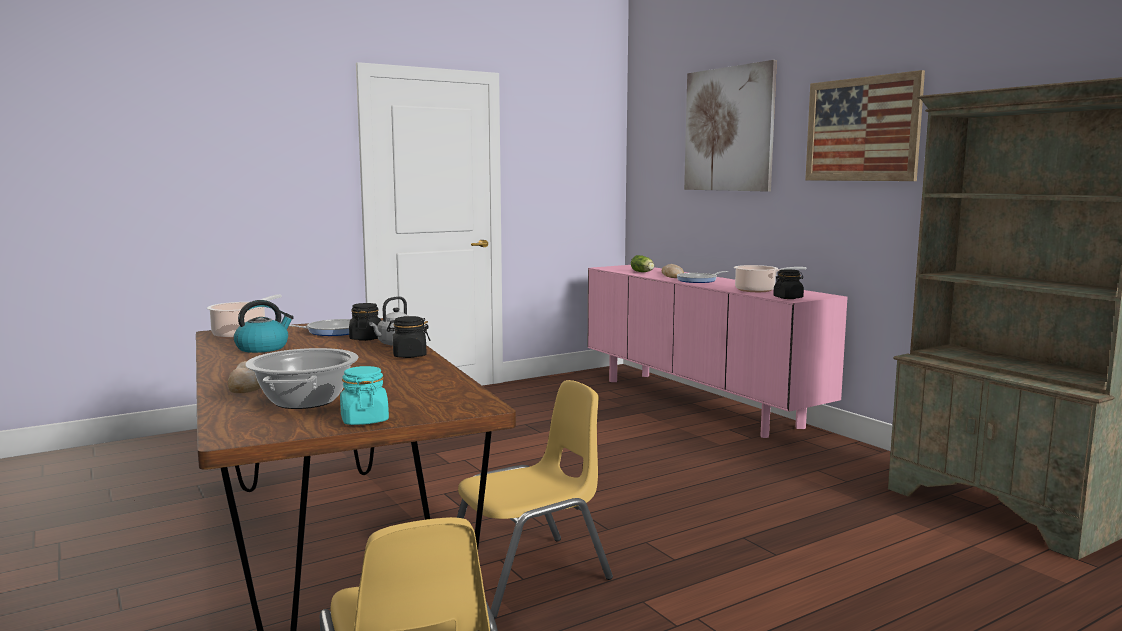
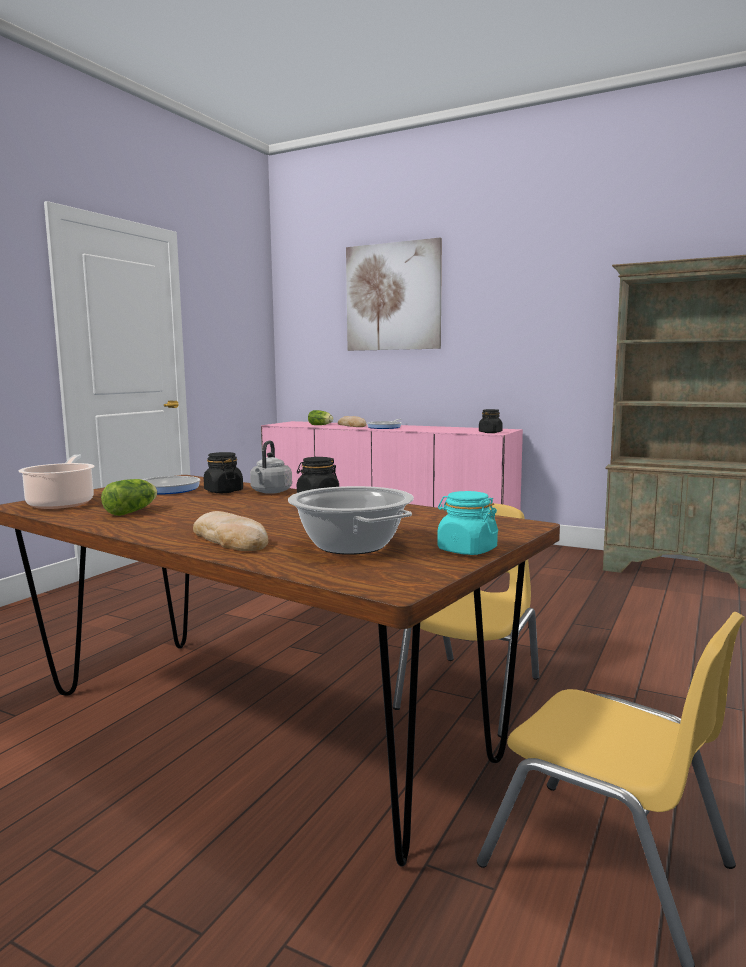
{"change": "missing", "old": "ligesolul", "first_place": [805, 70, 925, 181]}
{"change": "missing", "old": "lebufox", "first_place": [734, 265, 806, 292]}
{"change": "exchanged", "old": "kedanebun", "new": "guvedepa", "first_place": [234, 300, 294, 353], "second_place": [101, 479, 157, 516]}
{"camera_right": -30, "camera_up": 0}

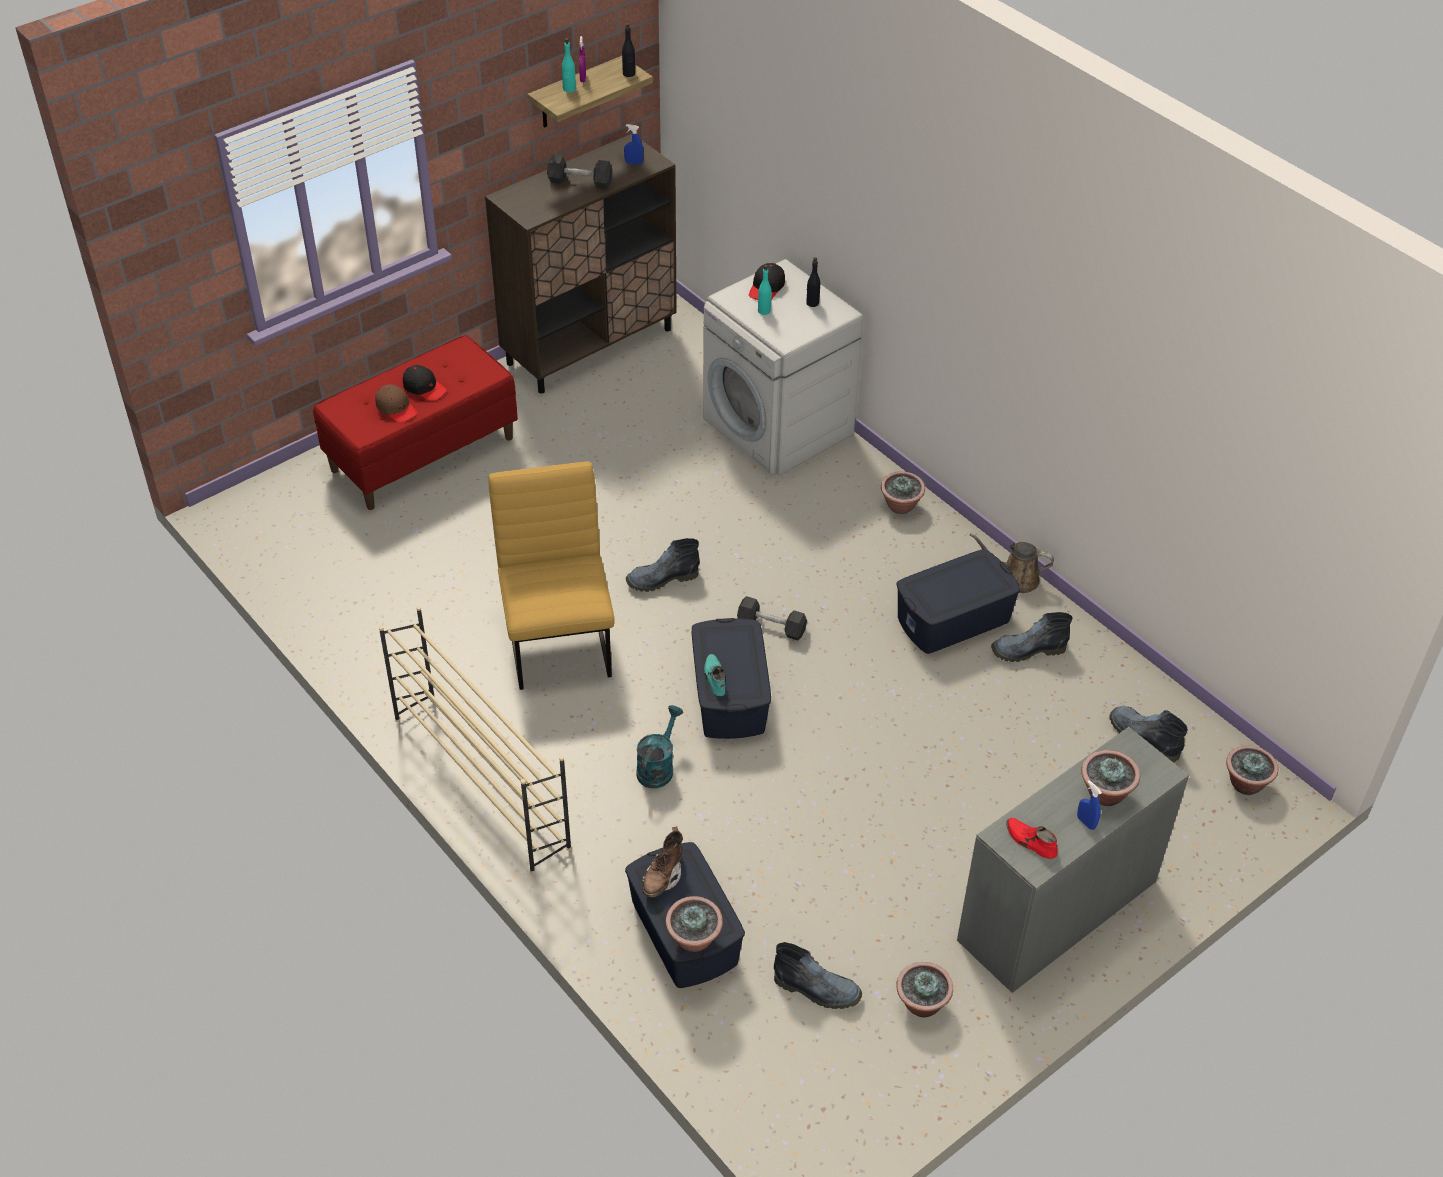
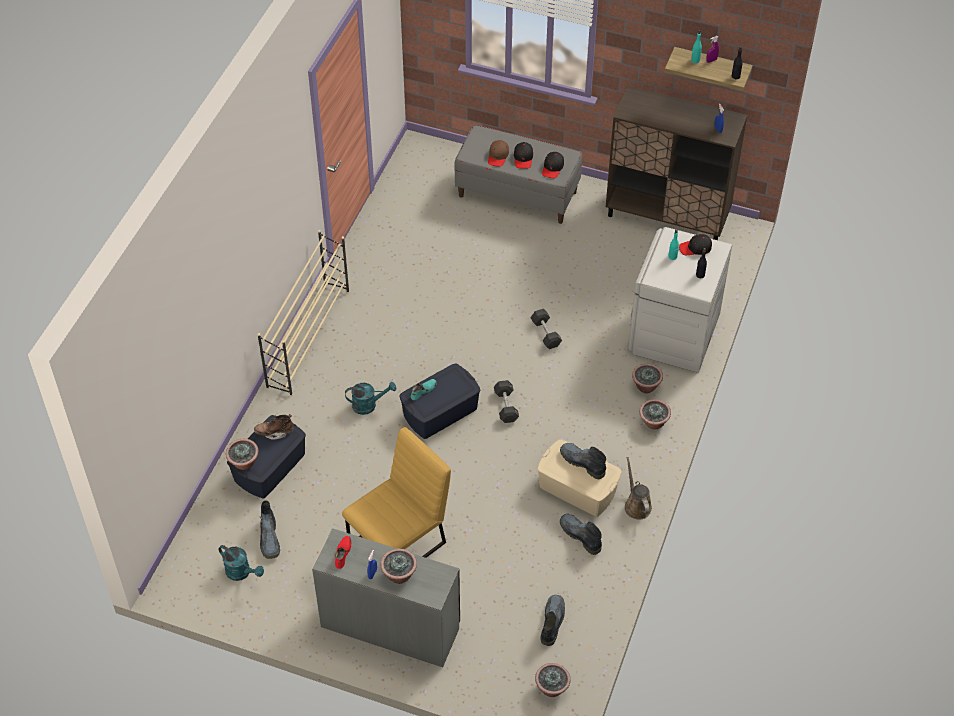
{"change": "relocated", "old": "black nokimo", "first_place": [547, 155, 613, 189], "second_place": [530, 309, 562, 349]}
{"change": "colour", "old": "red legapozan", "new": "grey legapozan", "first_place": [313, 335, 518, 510], "second_place": [454, 125, 582, 224]}
{"change": "relocated", "old": "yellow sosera", "first_place": [488, 461, 615, 690], "second_place": [342, 427, 451, 558]}
{"change": "relocated", "old": "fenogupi", "first_place": [626, 538, 700, 592], "second_place": [560, 443, 606, 479]}
{"change": "colour", "old": "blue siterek", "new": "beige siterek", "first_place": [897, 549, 1020, 654], "second_place": [537, 439, 622, 517]}
{"change": "relocated", "old": "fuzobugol", "first_place": [896, 962, 953, 1017], "second_place": [632, 364, 663, 393]}
{"change": "appeared", "new": "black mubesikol", "second_place": [542, 152, 564, 178]}
{"change": "appeared", "new": "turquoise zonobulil", "second_place": [218, 545, 264, 581]}
{"camera_right": 60, "camera_up": 5}

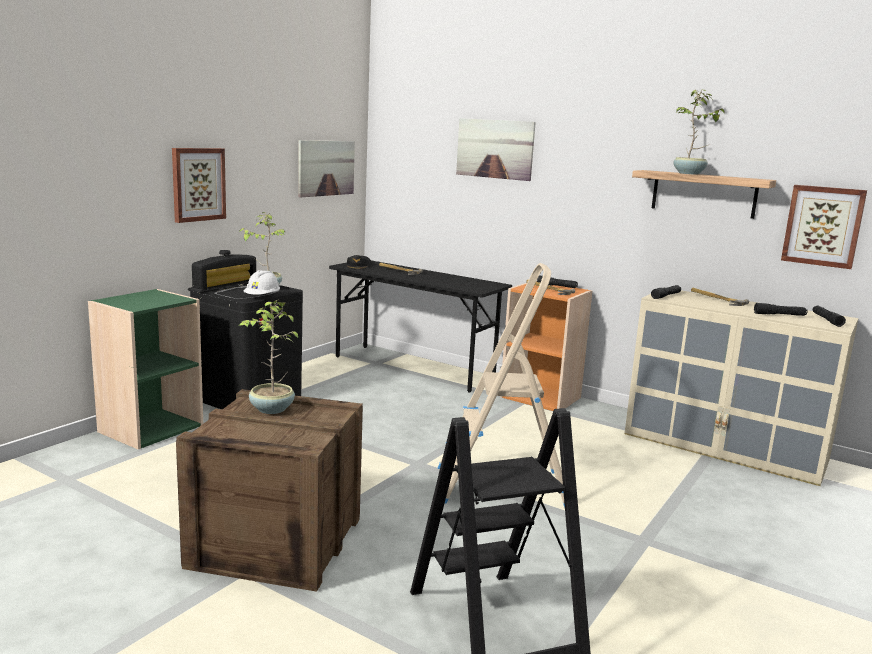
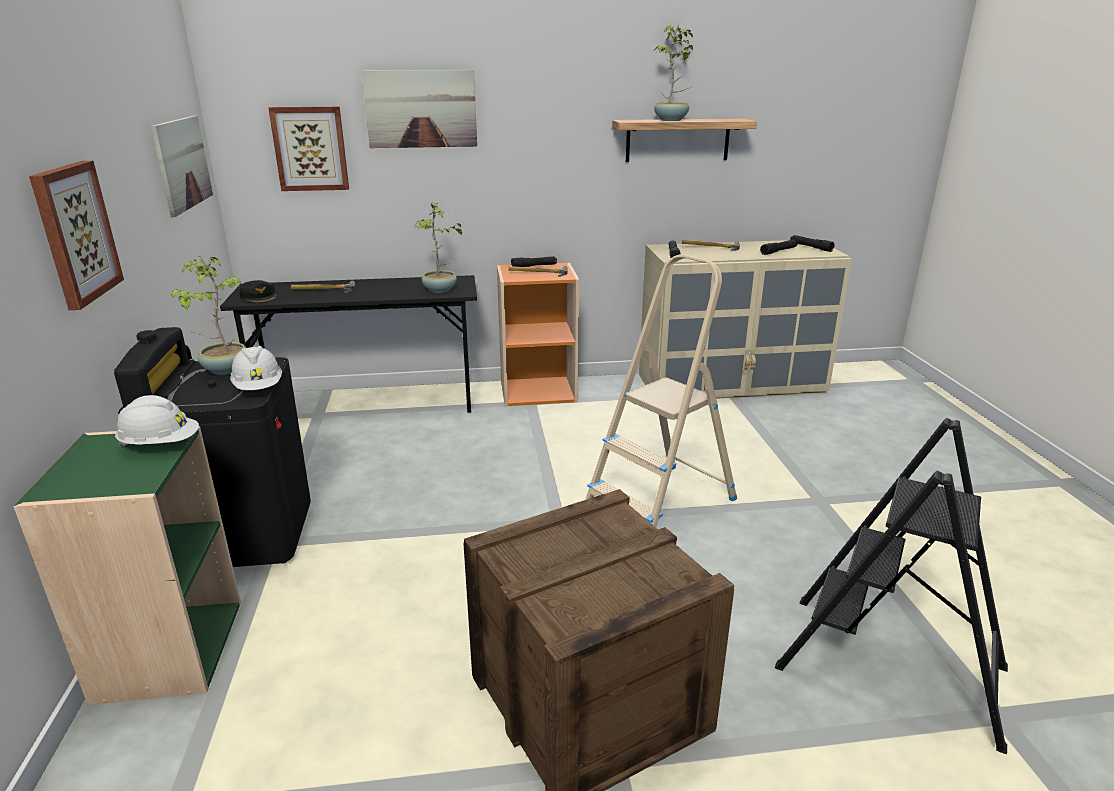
{"change": "relocated", "old": "ligesolul", "first_place": [781, 185, 867, 269], "second_place": [268, 107, 349, 191]}
{"change": "relocated", "old": "fuzobugol", "first_place": [238, 300, 298, 414], "second_place": [414, 202, 462, 293]}
{"change": "appeared", "new": "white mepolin", "second_place": [115, 395, 199, 446]}
{"camera_right": -40, "camera_up": 10}

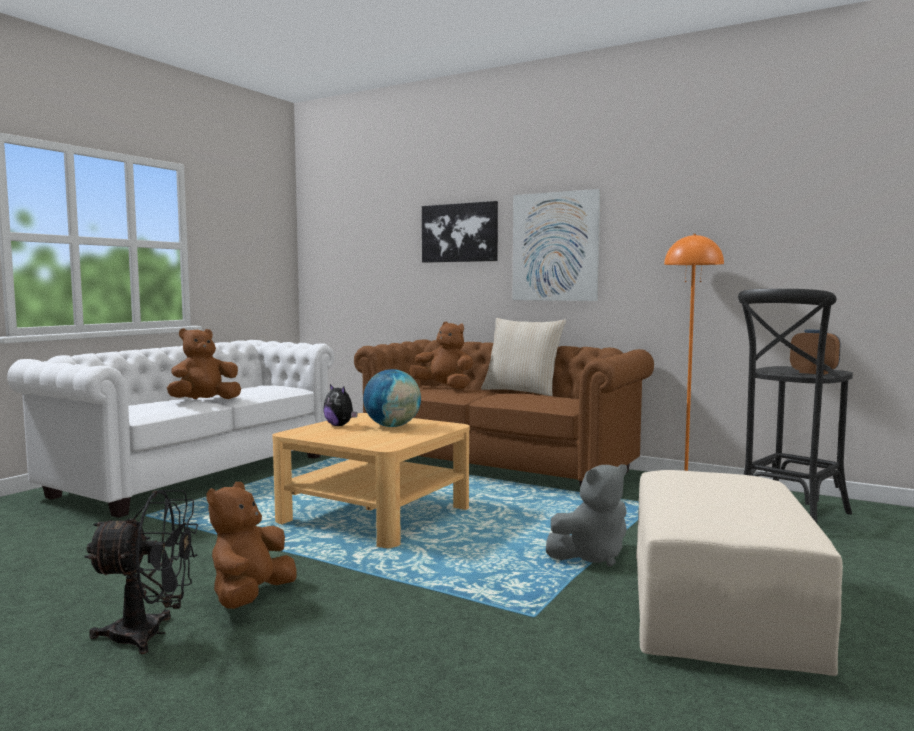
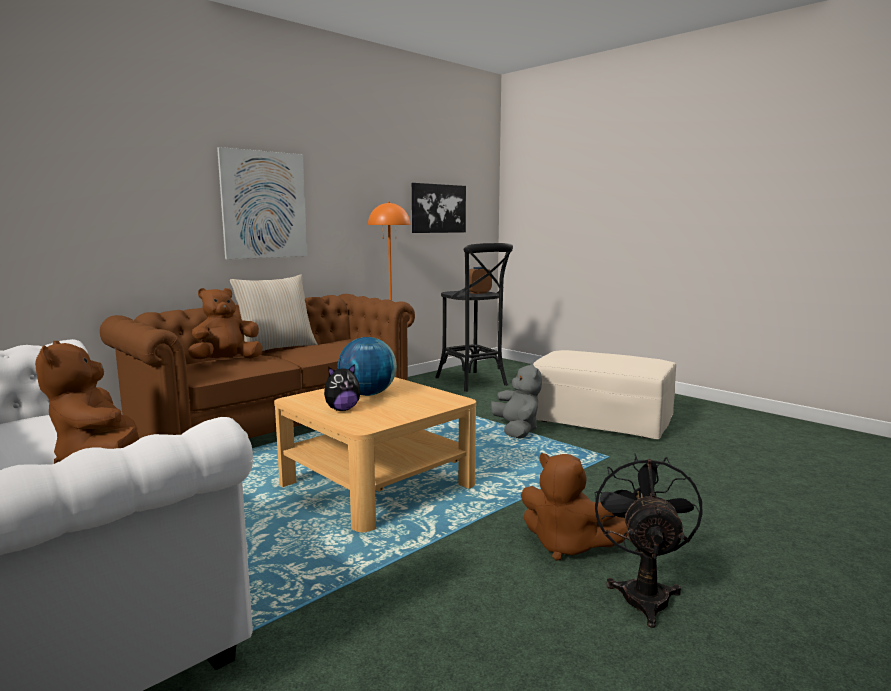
{"change": "relocated", "old": "ligesolul", "first_place": [422, 201, 498, 263], "second_place": [412, 183, 466, 233]}
{"camera_right": -75, "camera_up": 5}

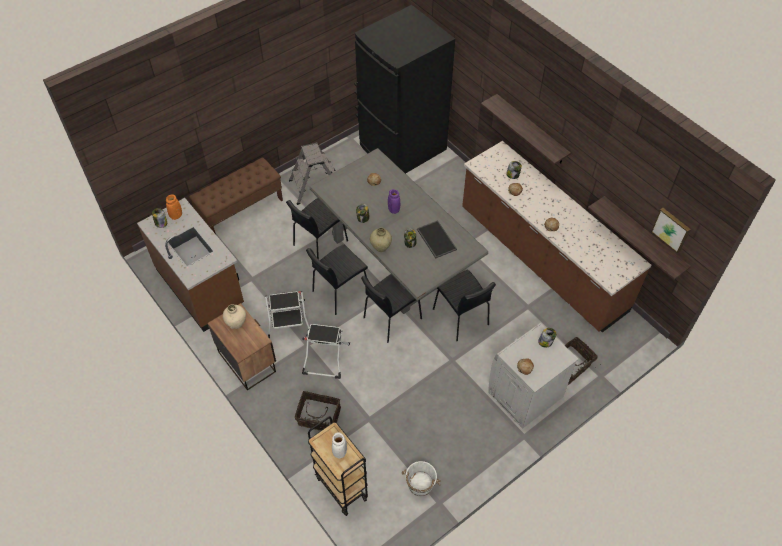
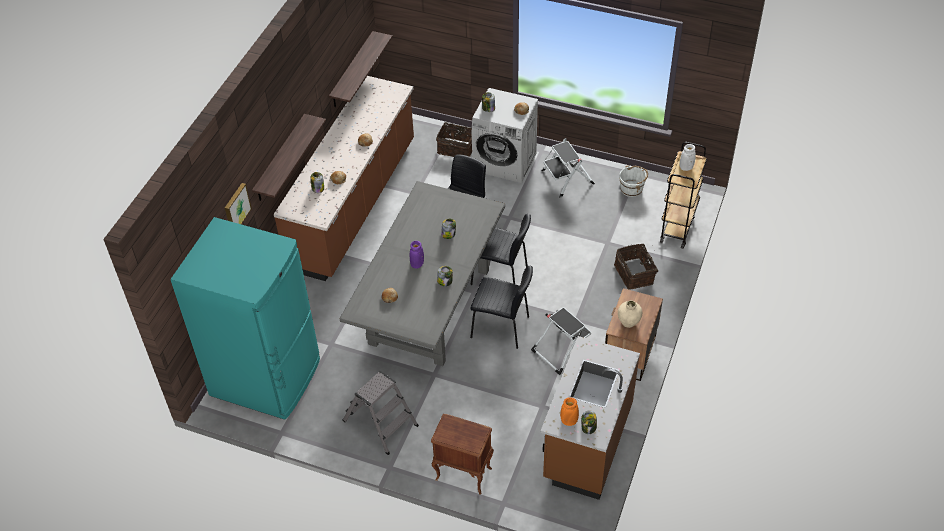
{"change": "colour", "old": "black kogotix", "new": "turquoise kogotix", "first_place": [354, 5, 455, 174], "second_place": [170, 217, 320, 420]}
{"change": "exchanged", "old": "brown legapozan", "new": "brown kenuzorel", "first_place": [189, 157, 283, 234], "second_place": [431, 414, 494, 495]}
{"change": "missing", "old": "black sosera", "first_place": [286, 198, 348, 260]}
{"change": "relocated", "old": "ligesolul", "first_place": [651, 208, 691, 253], "second_place": [225, 183, 252, 224]}
{"change": "missing", "old": "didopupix", "first_place": [417, 220, 457, 258]}
{"change": "missing", "old": "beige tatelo", "first_place": [370, 227, 392, 252]}
{"change": "relocated", "old": "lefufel", "first_place": [302, 324, 350, 379], "second_place": [542, 138, 595, 198]}
{"camera_right": -120, "camera_up": -5}

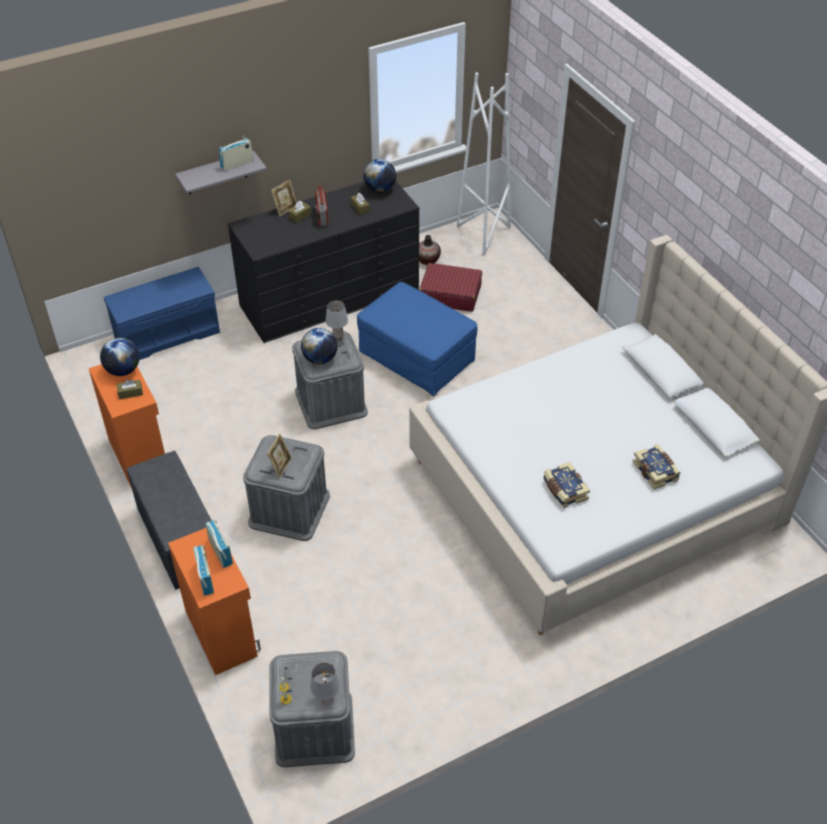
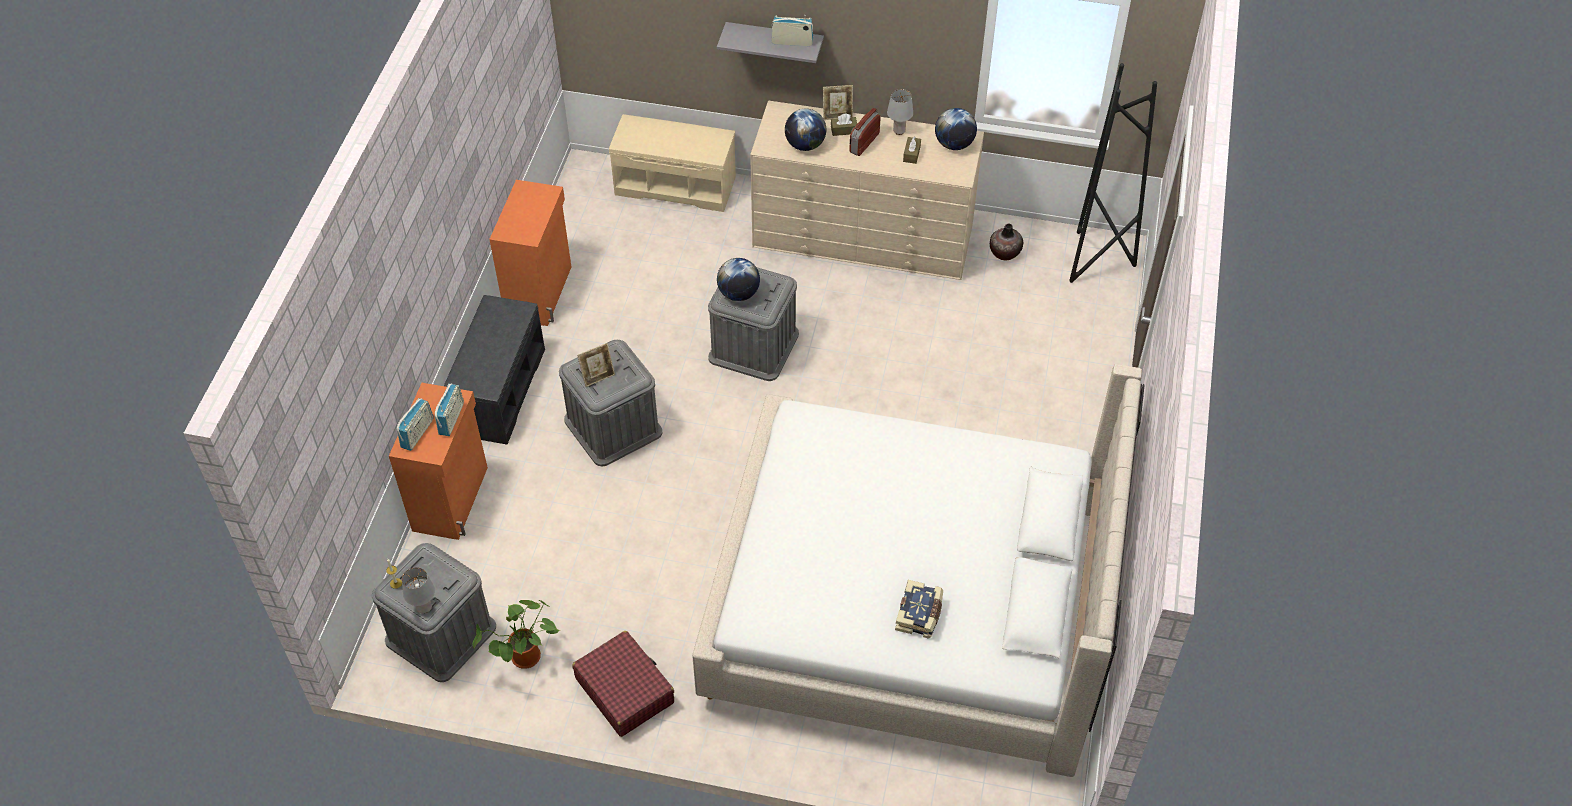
{"change": "colour", "old": "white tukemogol", "new": "black tukemogol", "first_place": [457, 72, 511, 256], "second_place": [1069, 63, 1157, 283]}
{"change": "colour", "old": "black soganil", "new": "beige soganil", "first_place": [228, 181, 419, 343], "second_place": [750, 100, 984, 280]}
{"change": "relocated", "old": "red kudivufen", "first_place": [419, 263, 482, 312], "second_place": [572, 631, 674, 737]}
{"change": "colour", "old": "blue legapozan", "new": "beige legapozan", "first_place": [104, 267, 220, 360], "second_place": [609, 114, 736, 212]}
{"change": "missing", "old": "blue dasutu", "first_place": [357, 282, 477, 397]}
{"change": "relocated", "old": "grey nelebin", "first_place": [326, 300, 348, 339], "second_place": [887, 89, 913, 135]}
{"change": "relocated", "old": "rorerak", "first_place": [100, 338, 140, 376], "second_place": [785, 109, 826, 151]}
{"change": "missing", "old": "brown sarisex", "first_place": [116, 379, 143, 399]}
{"change": "missing", "old": "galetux", "first_place": [543, 462, 590, 508]}
{"change": "appeared", "new": "fuzobugol", "second_place": [473, 600, 560, 669]}
{"camera_right": 40, "camera_up": 5}

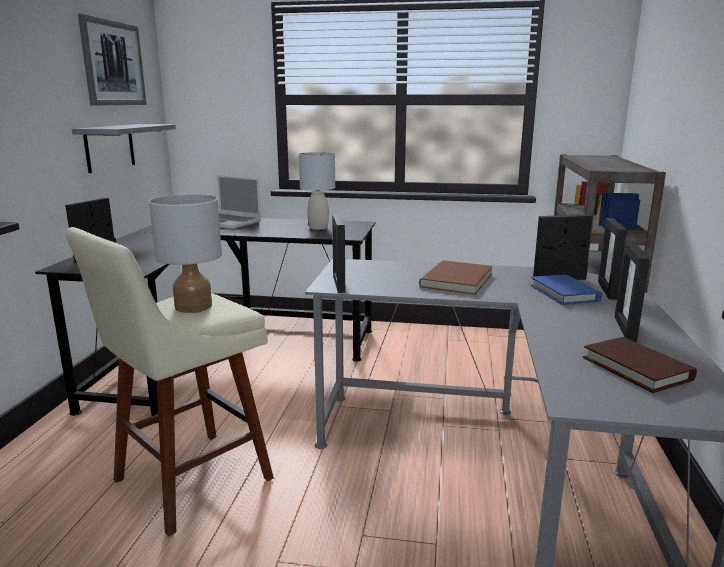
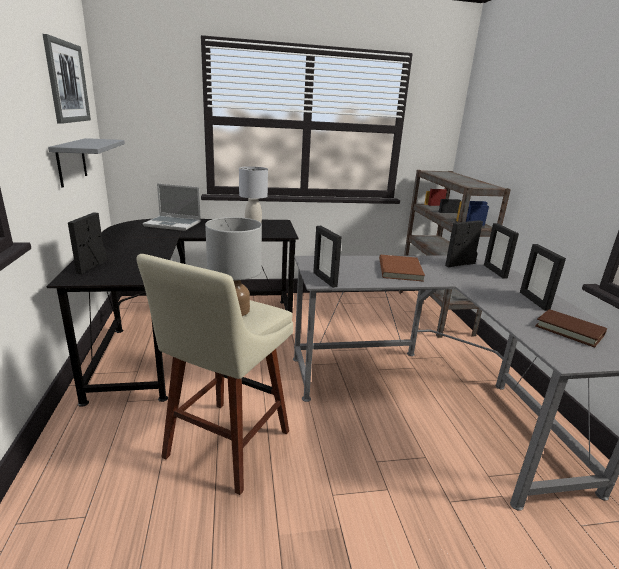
{"change": "missing", "old": "blue galetux", "first_place": [530, 275, 602, 305]}
{"camera_right": -20, "camera_up": 5}

